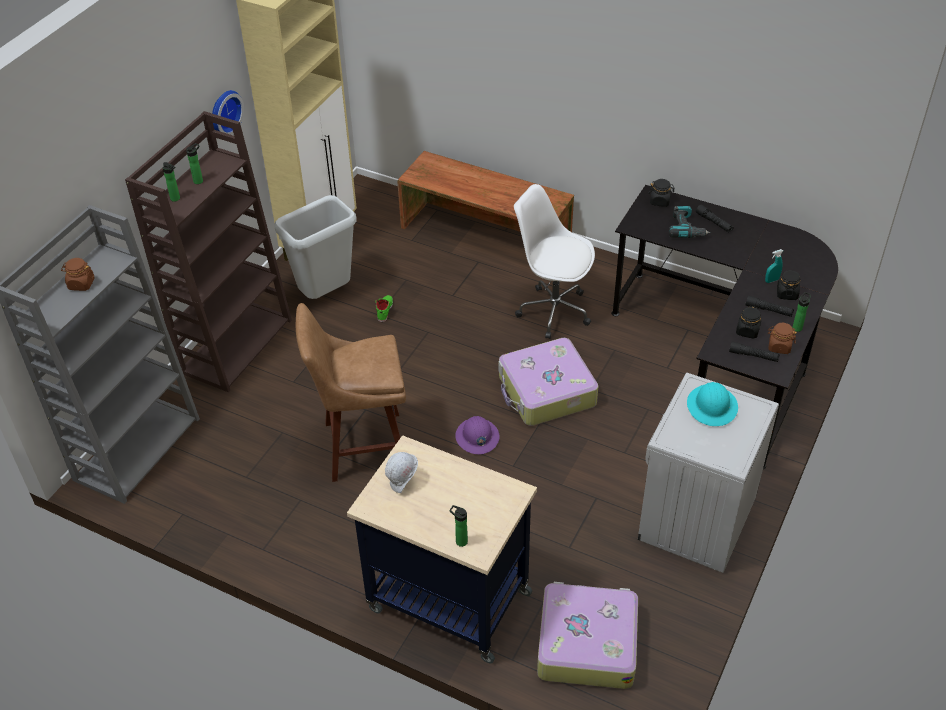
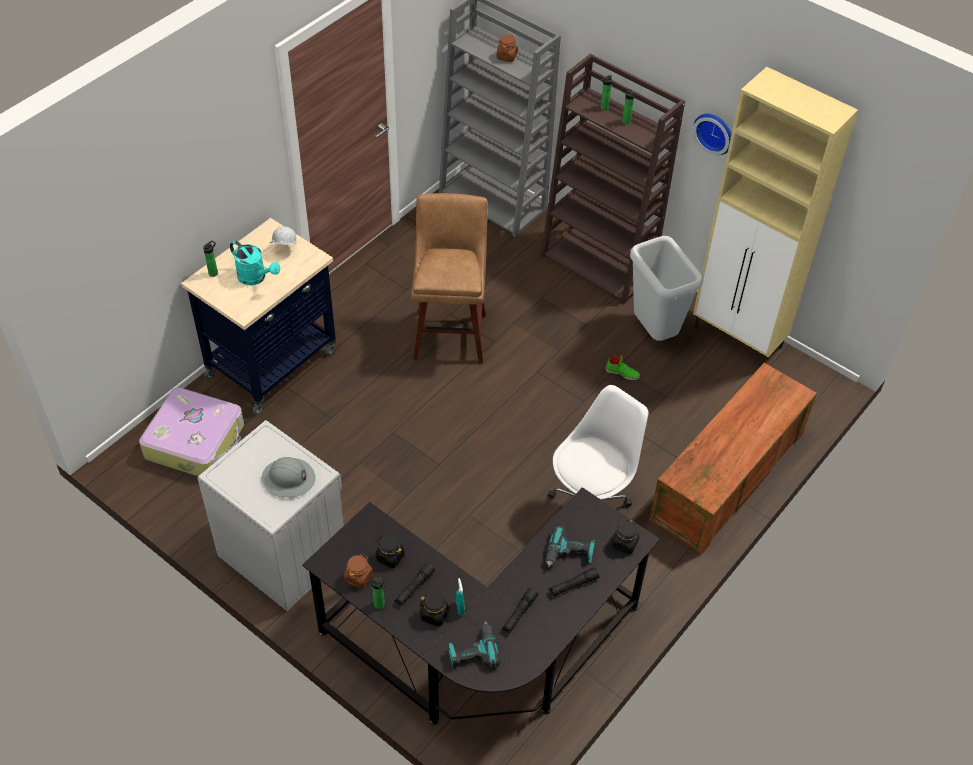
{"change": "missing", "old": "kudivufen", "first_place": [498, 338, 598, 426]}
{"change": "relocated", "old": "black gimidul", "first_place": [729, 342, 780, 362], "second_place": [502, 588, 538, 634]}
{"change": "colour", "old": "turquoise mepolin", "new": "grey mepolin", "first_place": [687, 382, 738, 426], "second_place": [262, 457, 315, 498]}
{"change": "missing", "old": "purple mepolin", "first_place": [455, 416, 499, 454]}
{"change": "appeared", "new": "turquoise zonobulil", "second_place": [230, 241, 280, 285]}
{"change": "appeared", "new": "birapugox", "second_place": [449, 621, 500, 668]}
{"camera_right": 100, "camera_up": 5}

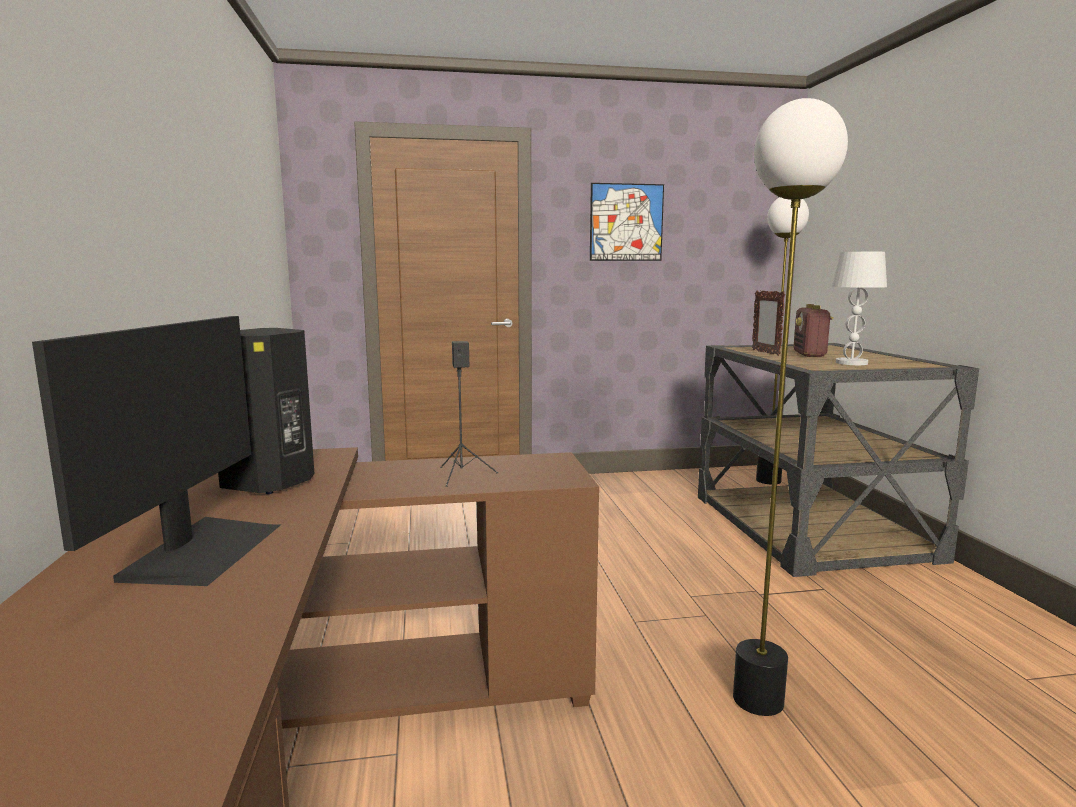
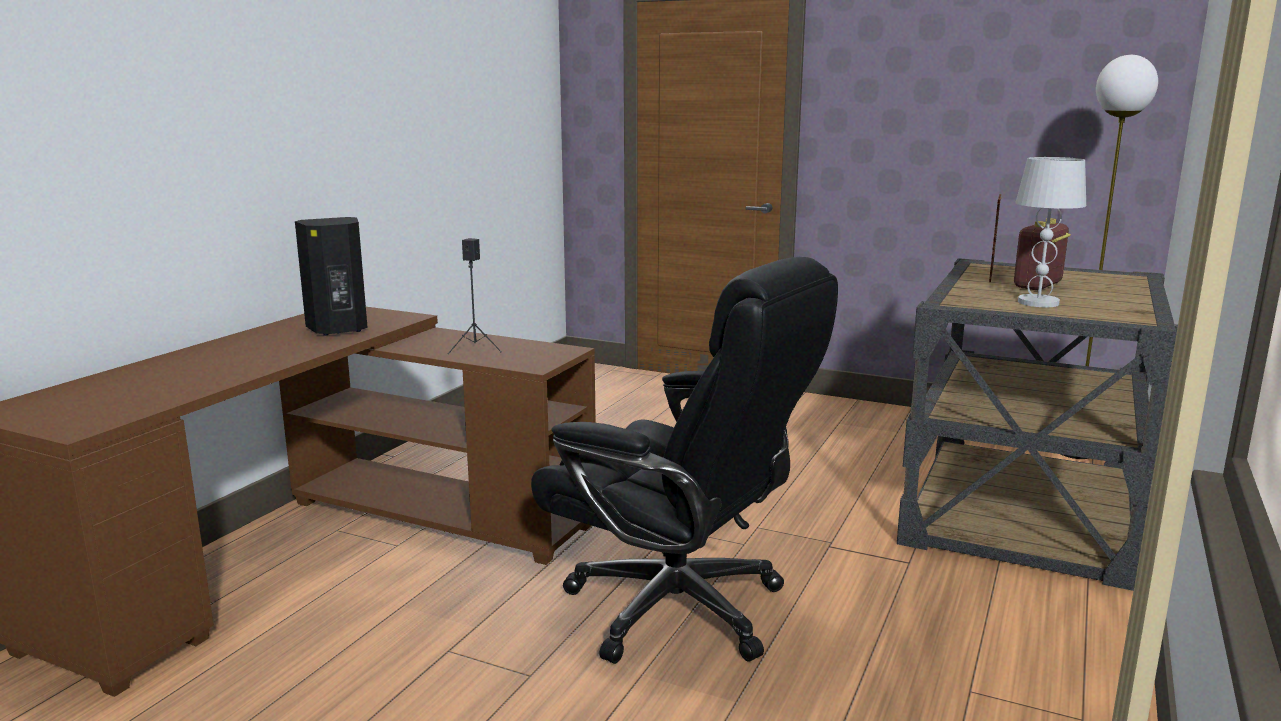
{"change": "exchanged", "old": "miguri", "new": "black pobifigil", "first_place": [733, 98, 848, 716], "second_place": [531, 257, 838, 664]}
{"change": "missing", "old": "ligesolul", "first_place": [590, 183, 664, 261]}
{"change": "missing", "old": "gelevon", "first_place": [32, 316, 281, 586]}
{"camera_right": 35, "camera_up": 5}

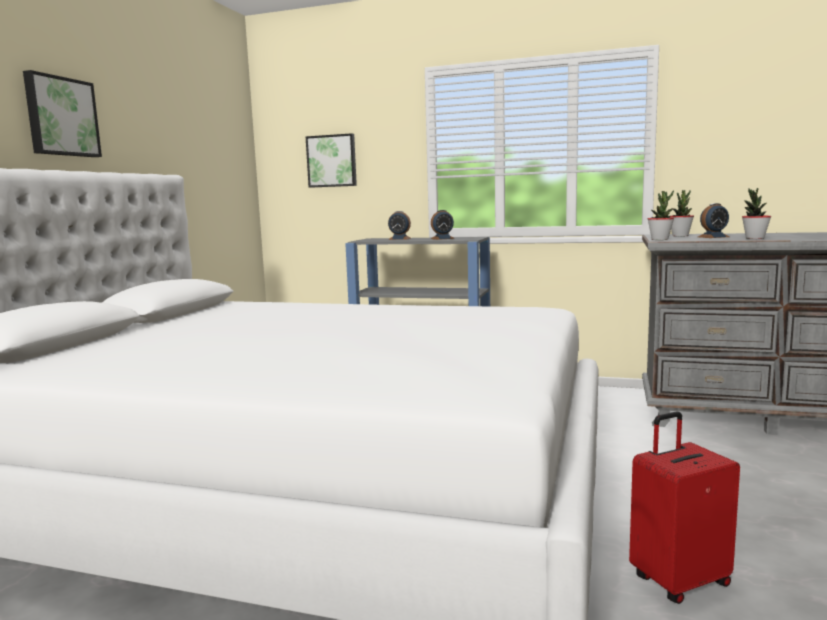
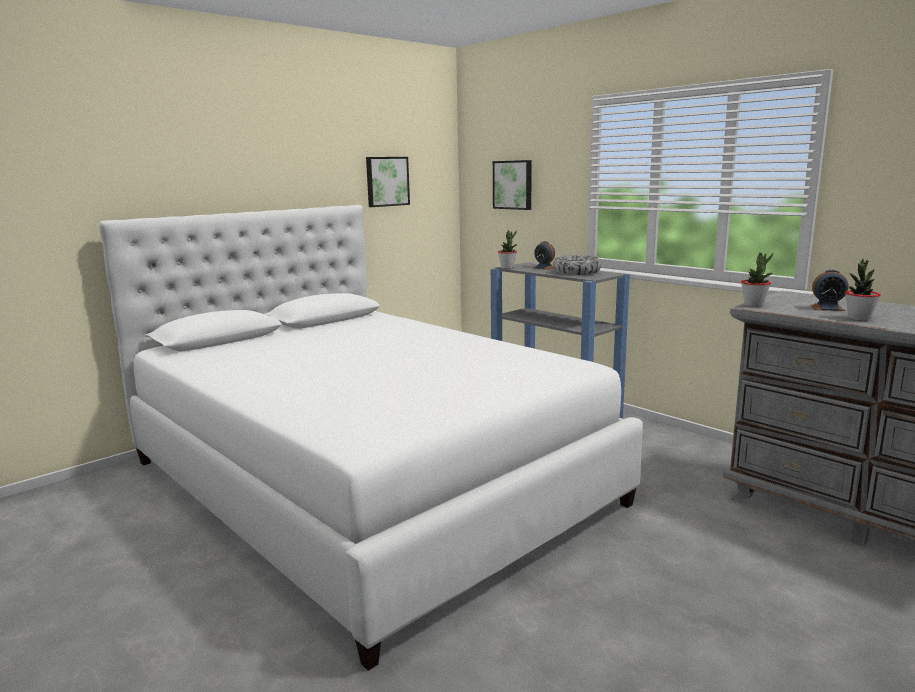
{"change": "relocated", "old": "ligesolul", "first_place": [23, 70, 102, 157], "second_place": [366, 157, 410, 207]}
{"change": "relocated", "old": "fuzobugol", "first_place": [670, 190, 694, 237], "second_place": [498, 231, 517, 269]}
{"change": "exchanged", "old": "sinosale", "new": "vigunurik", "first_place": [431, 210, 455, 240], "second_place": [553, 255, 601, 275]}
{"change": "missing", "old": "red kudivufen", "first_place": [629, 411, 740, 604]}
{"camera_right": 30, "camera_up": 5}

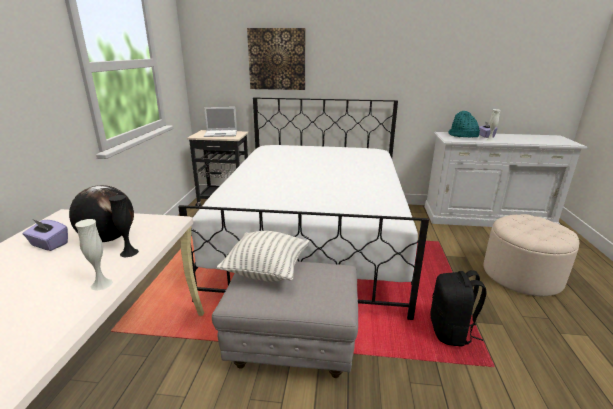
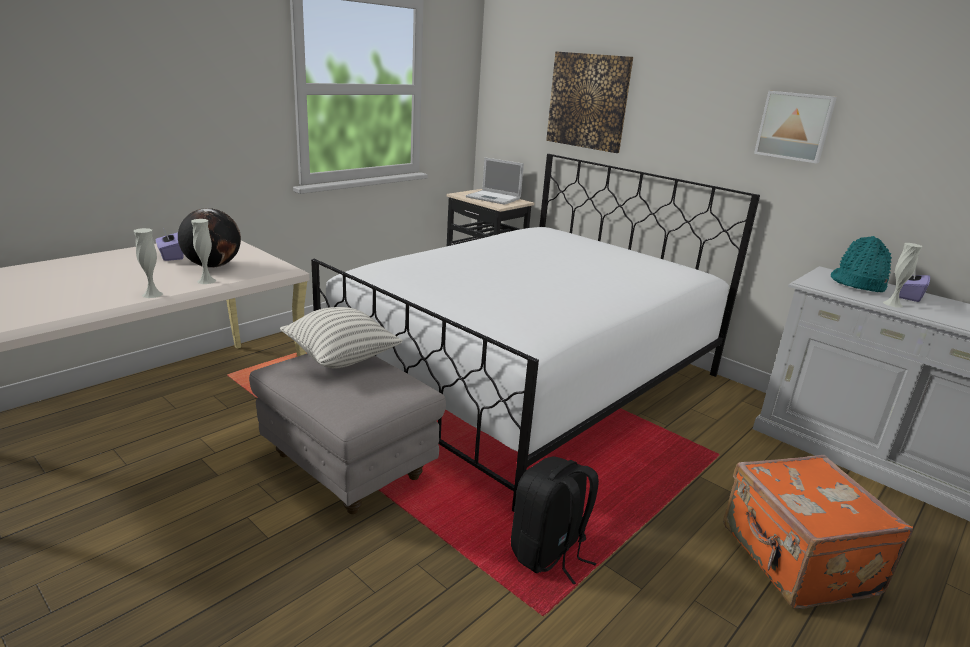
{"change": "colour", "old": "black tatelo", "new": "white tatelo", "first_place": [108, 195, 139, 257], "second_place": [191, 219, 216, 284]}
{"change": "exchanged", "old": "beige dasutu", "new": "orange kudivufen", "first_place": [483, 214, 579, 296], "second_place": [723, 455, 913, 609]}
{"change": "appeared", "new": "ligesolul", "second_place": [754, 91, 837, 163]}
{"camera_right": 35, "camera_up": 0}

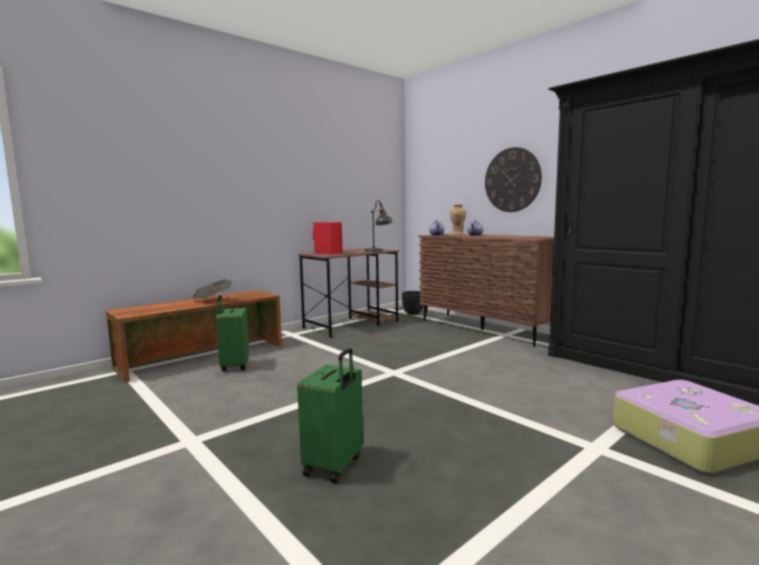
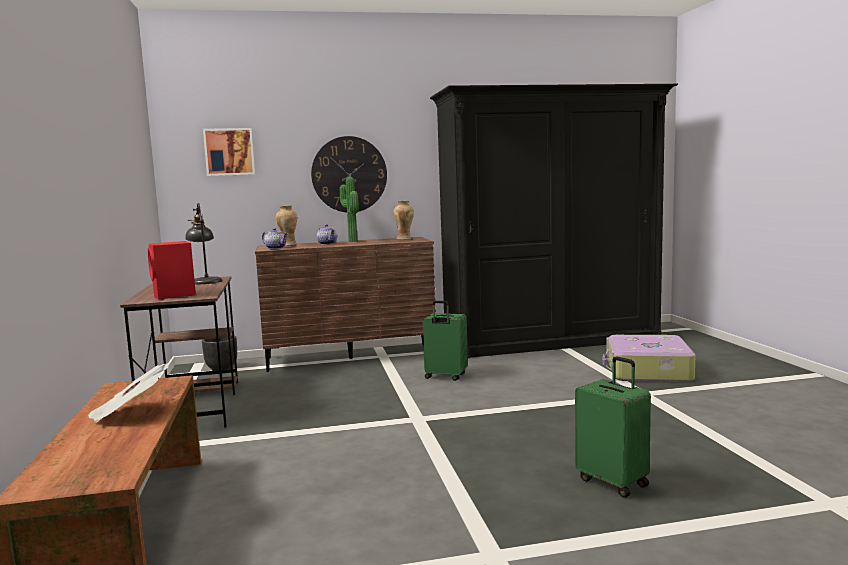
{"change": "relocated", "old": "green kudivufen", "first_place": [216, 295, 249, 372], "second_place": [423, 301, 468, 381]}
{"change": "appeared", "new": "ligesolul", "second_place": [203, 128, 255, 176]}
{"change": "appeared", "new": "fuzobugol", "second_place": [340, 176, 359, 242]}
{"change": "appeared", "new": "tatelo", "second_place": [393, 201, 414, 240]}
{"camera_right": -60, "camera_up": 0}

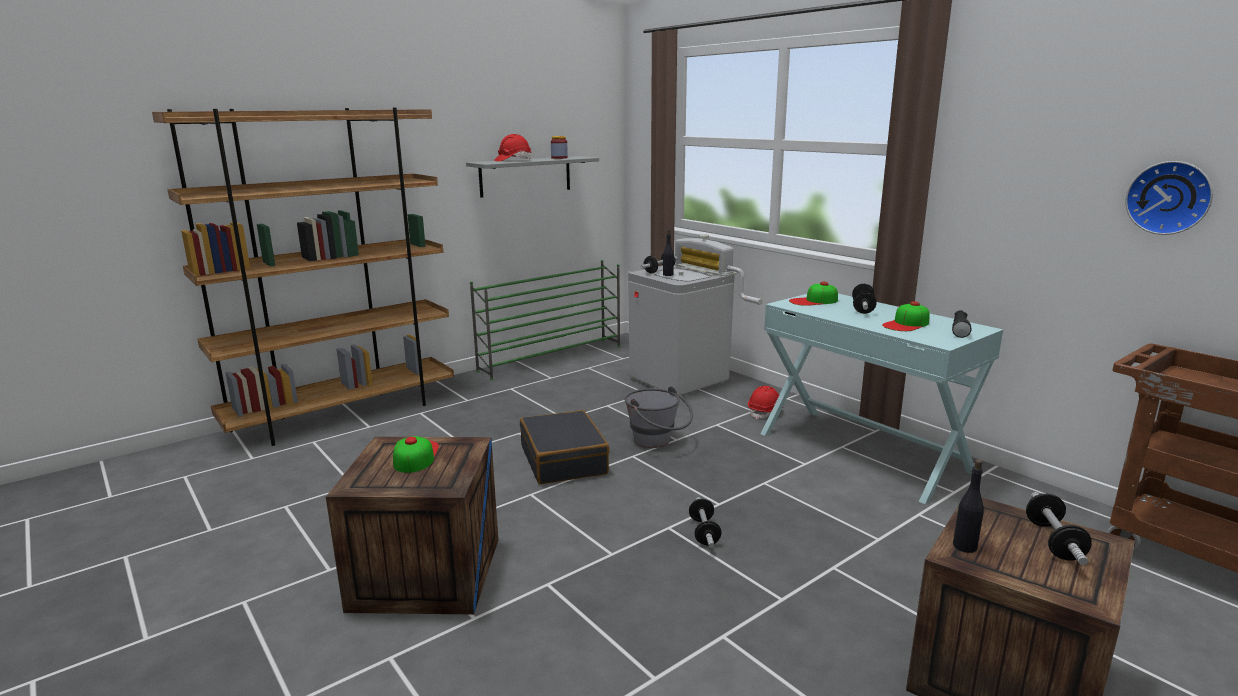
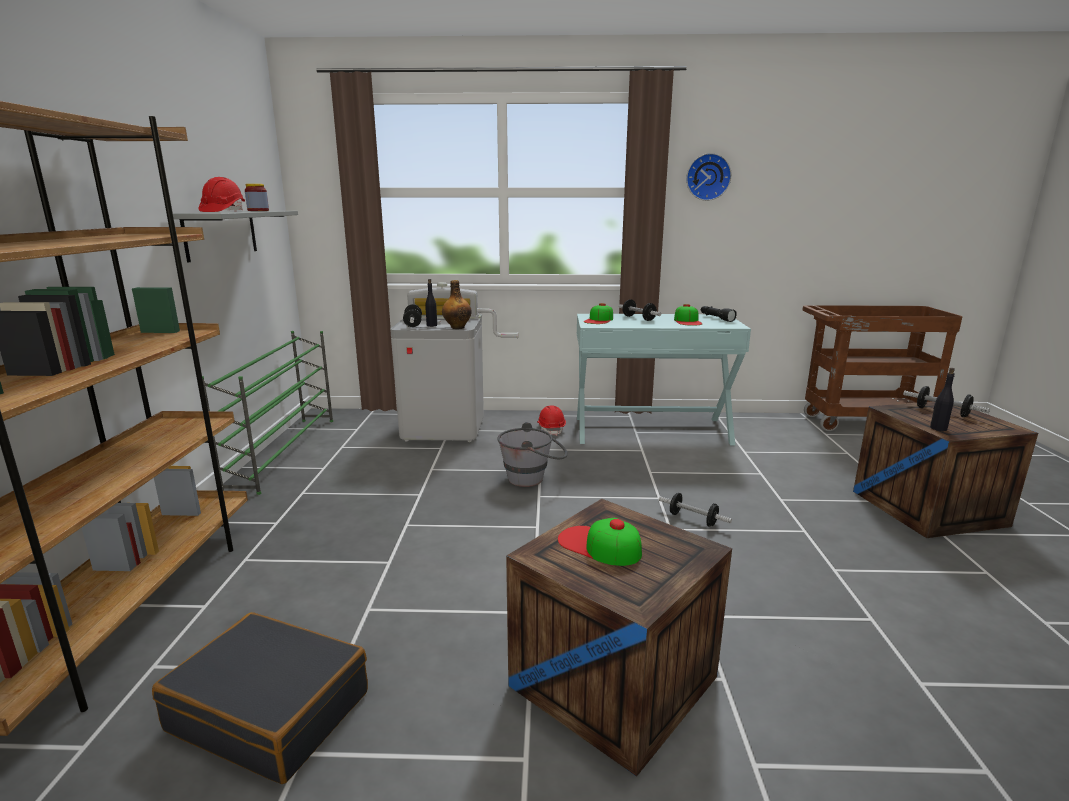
{"change": "relocated", "old": "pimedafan", "first_place": [1125, 161, 1213, 235], "second_place": [686, 153, 731, 201]}
{"change": "relocated", "old": "black kudivufen", "first_place": [520, 410, 610, 484], "second_place": [152, 612, 368, 784]}
{"change": "appeared", "new": "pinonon", "second_place": [442, 280, 472, 329]}
{"camera_right": -50, "camera_up": 0}

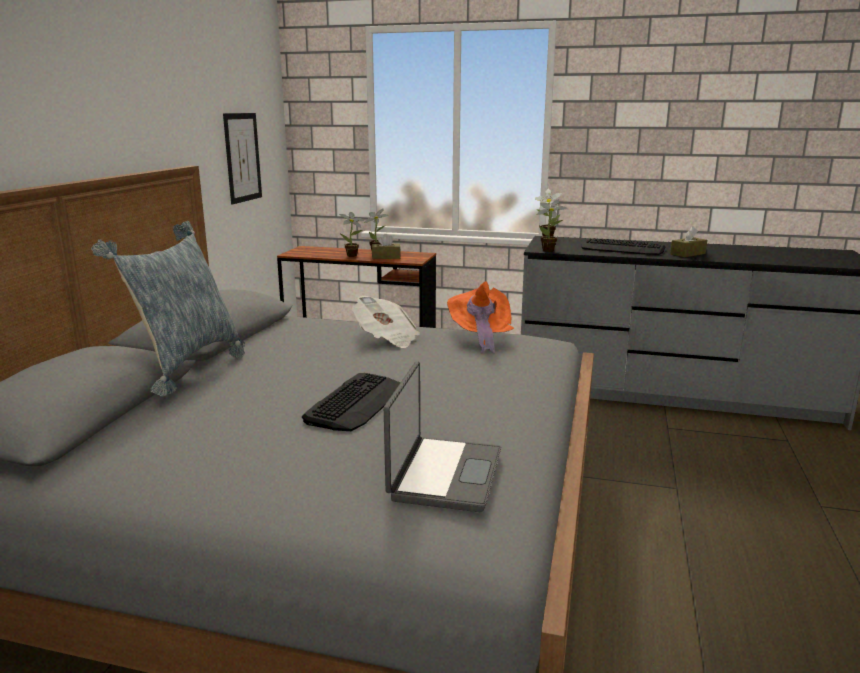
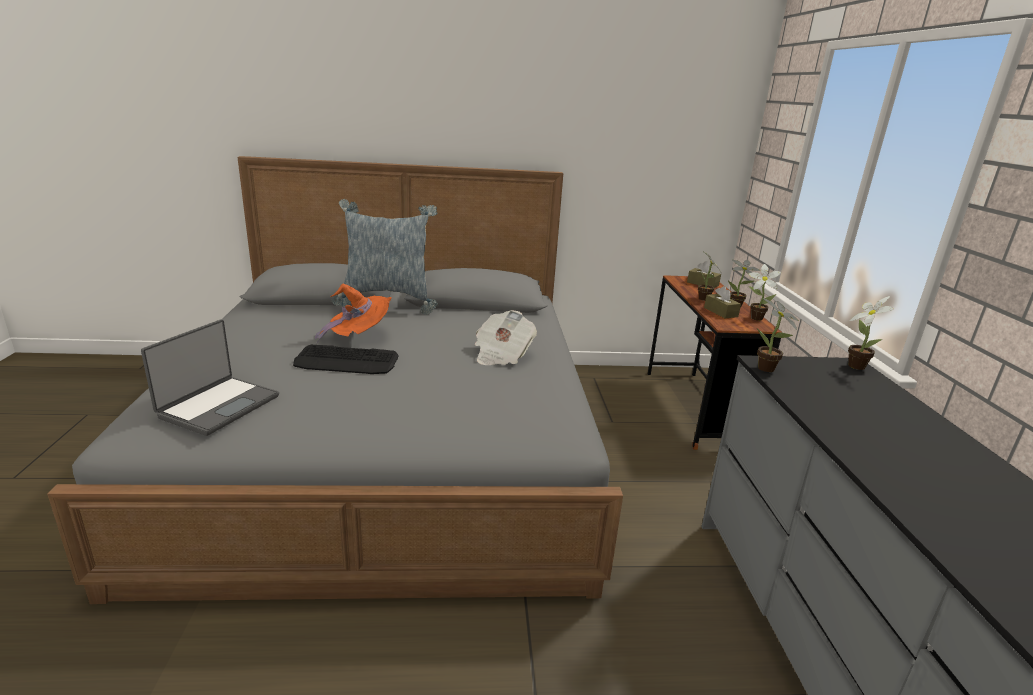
{"change": "missing", "old": "ligesolul", "first_place": [223, 113, 262, 205]}
{"change": "relocated", "old": "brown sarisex", "first_place": [670, 226, 707, 257], "second_place": [687, 261, 721, 288]}
{"change": "missing", "old": "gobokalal", "first_place": [581, 238, 665, 255]}
{"change": "relocated", "old": "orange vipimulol", "first_place": [447, 281, 514, 353], "second_place": [315, 283, 392, 343]}
{"change": "spun", "old": "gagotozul", "first_place": [384, 362, 501, 512], "second_place": [141, 320, 279, 436], "degrees": -60}
{"change": "appeared", "new": "fuzobugol", "second_place": [749, 264, 781, 321]}
{"camera_right": 70, "camera_up": 5}

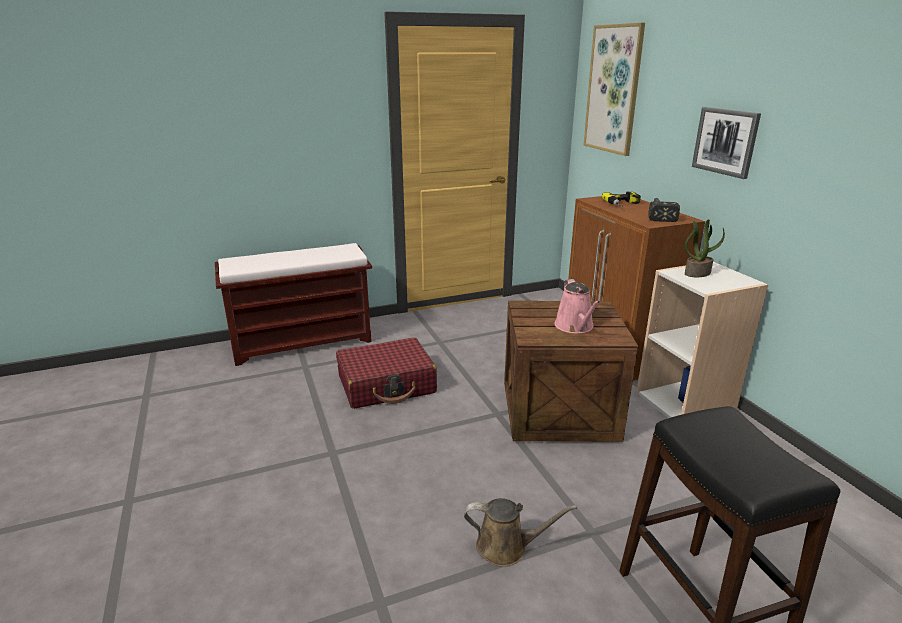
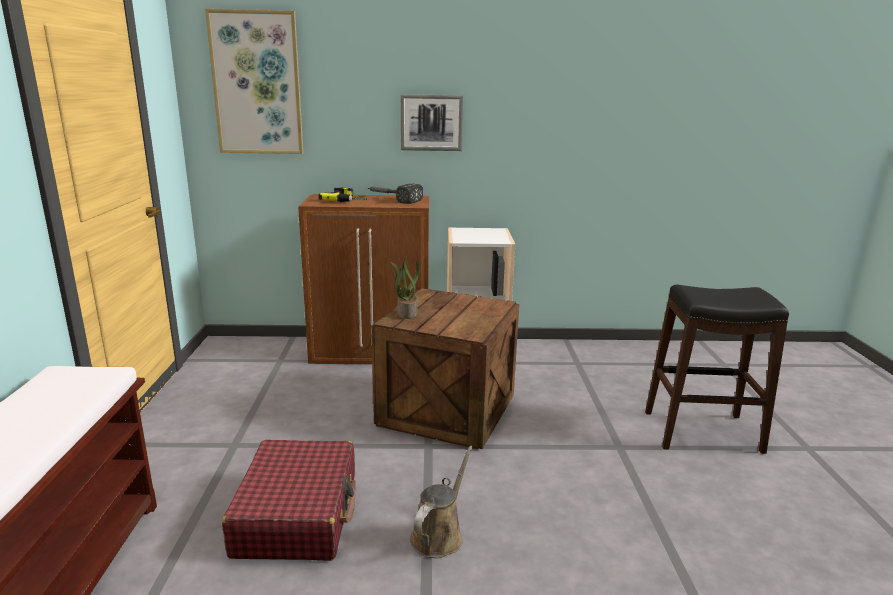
{"change": "relocated", "old": "fuzobugol", "first_place": [685, 219, 725, 277], "second_place": [391, 256, 419, 319]}
{"change": "missing", "old": "pink zonobulil", "first_place": [555, 279, 600, 334]}
{"change": "relocated", "old": "brown zonobulil", "first_place": [464, 498, 577, 567], "second_place": [410, 446, 473, 558]}
{"camera_right": -70, "camera_up": -5}

